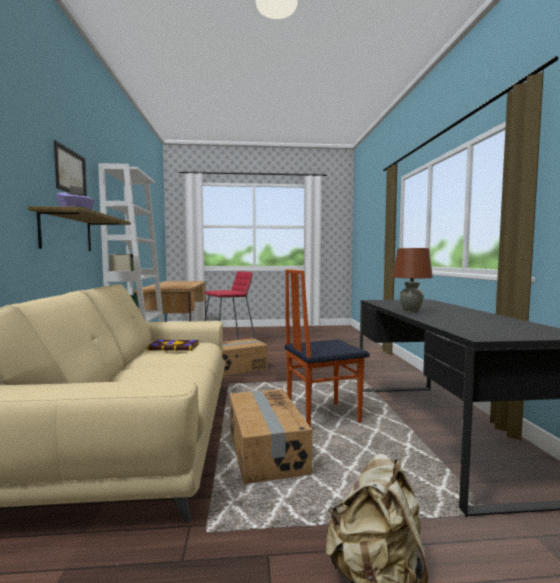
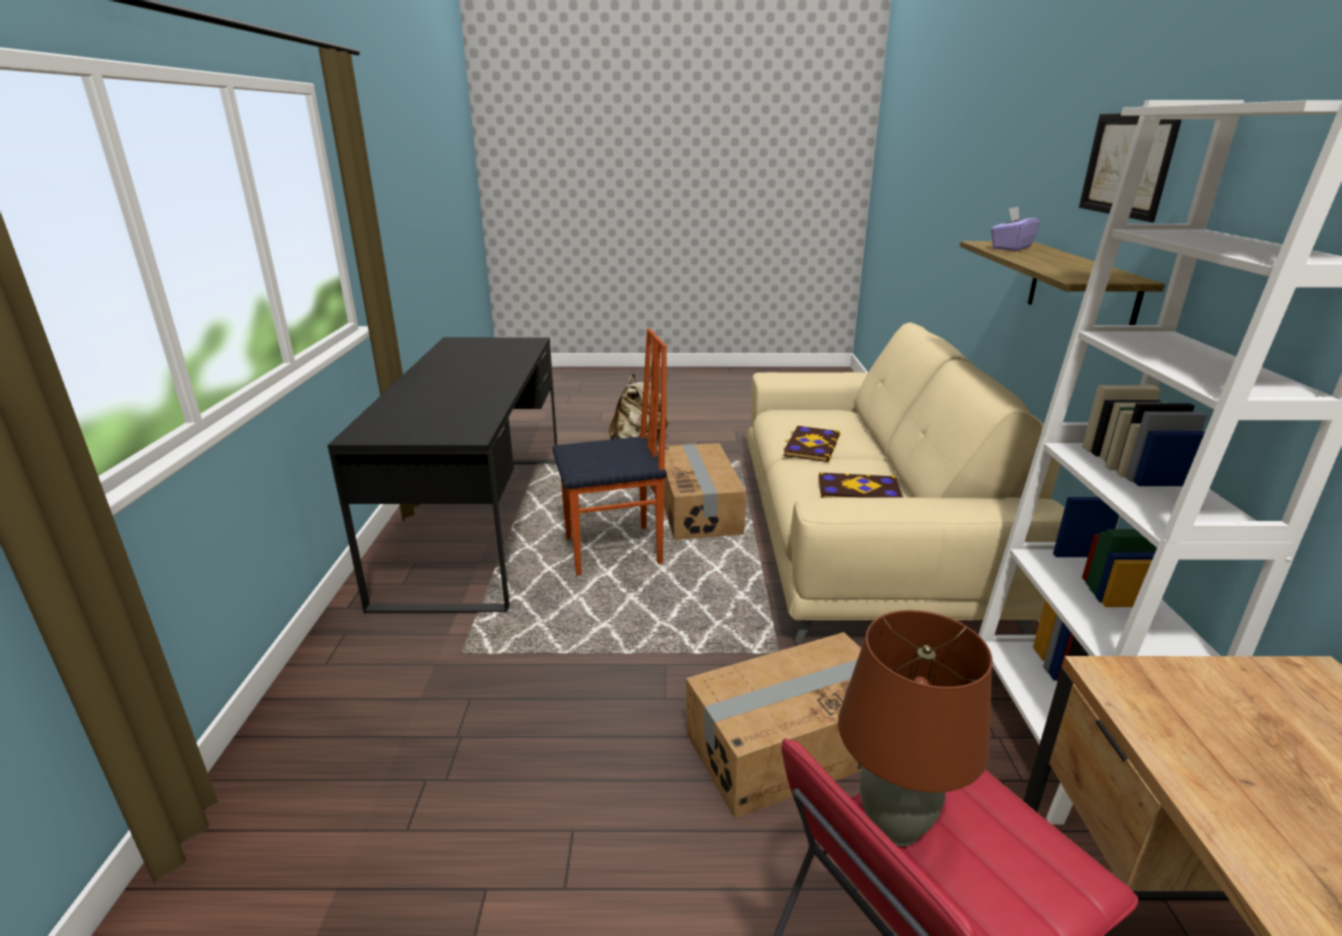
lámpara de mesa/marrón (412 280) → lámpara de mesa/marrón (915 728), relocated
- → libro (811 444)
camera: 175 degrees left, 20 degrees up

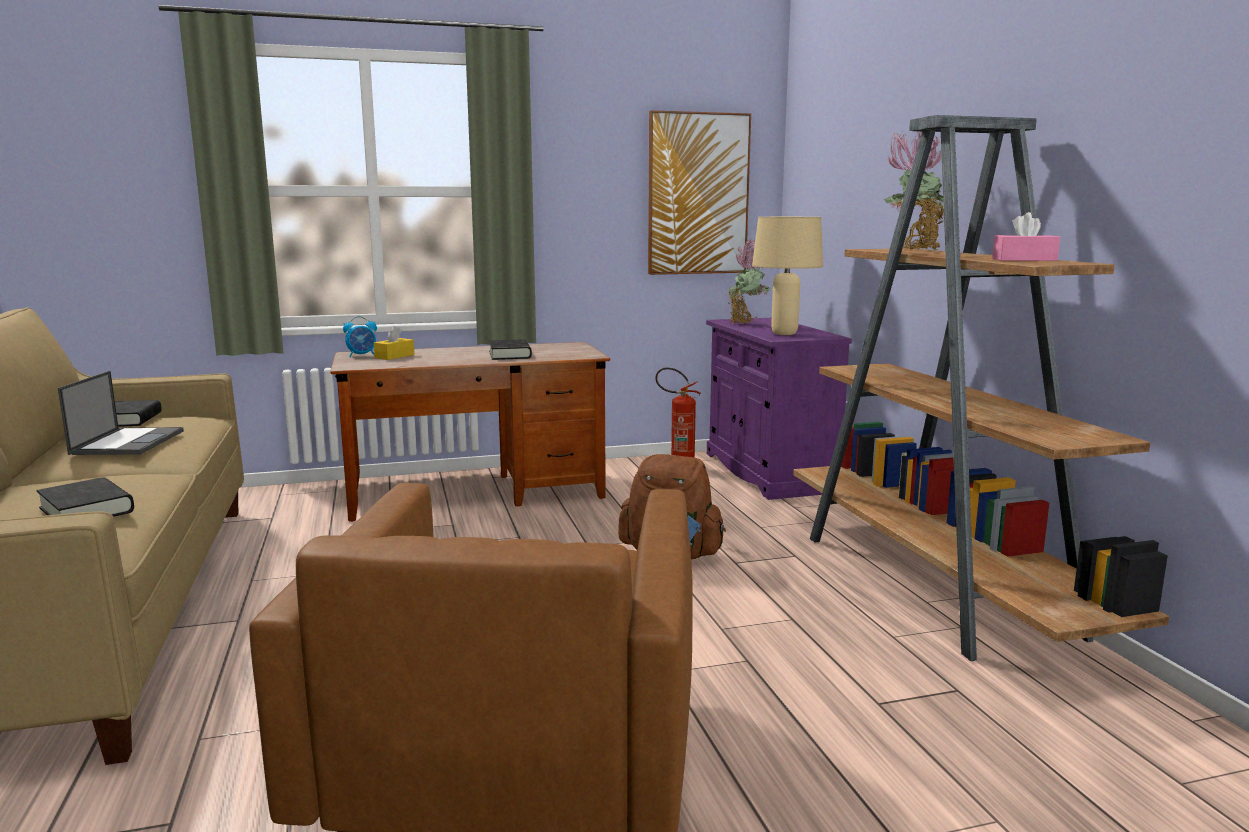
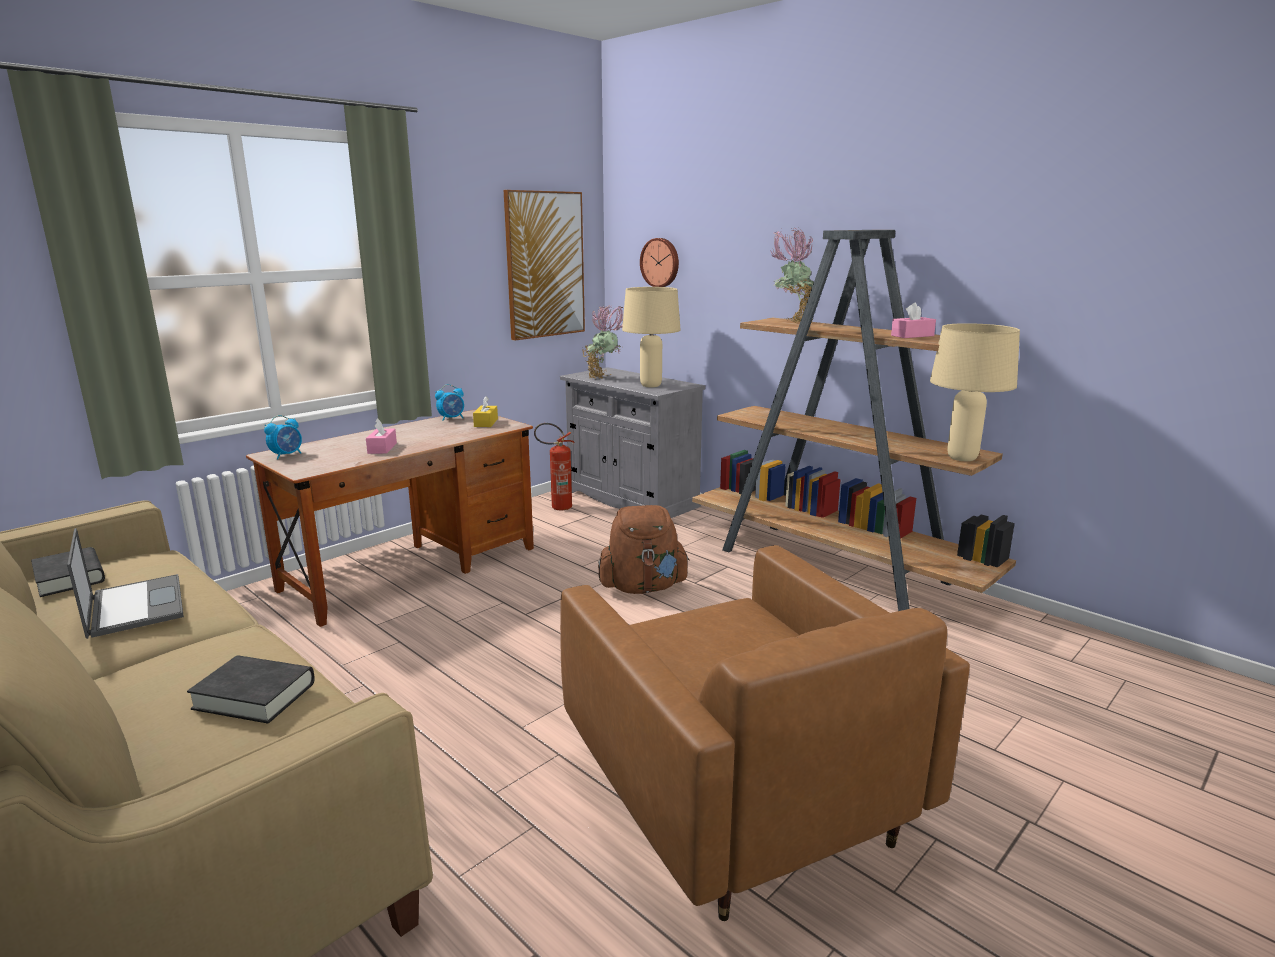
caja de pañuelos/amarillo (394 343) → caja de pañuelos/amarillo (485 411), relocated
libro/negro (510 349) → -
armario/morado (779 409) → armario/gris (632 442)
- → caja de pañuelos/rosa (381 436)
- → despertador (449 402)
- → reloj de pared (659 262)
- → lámpara de mesa/beis (975 392)
camera: 30 degrees left, 5 degrees up

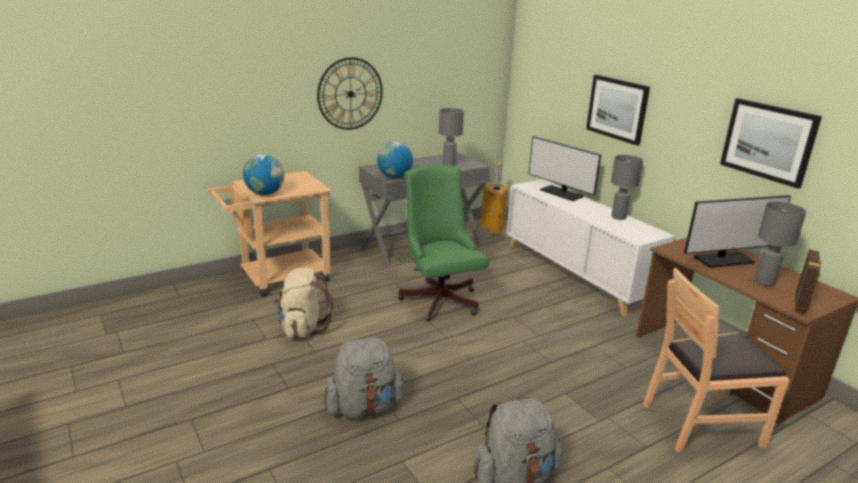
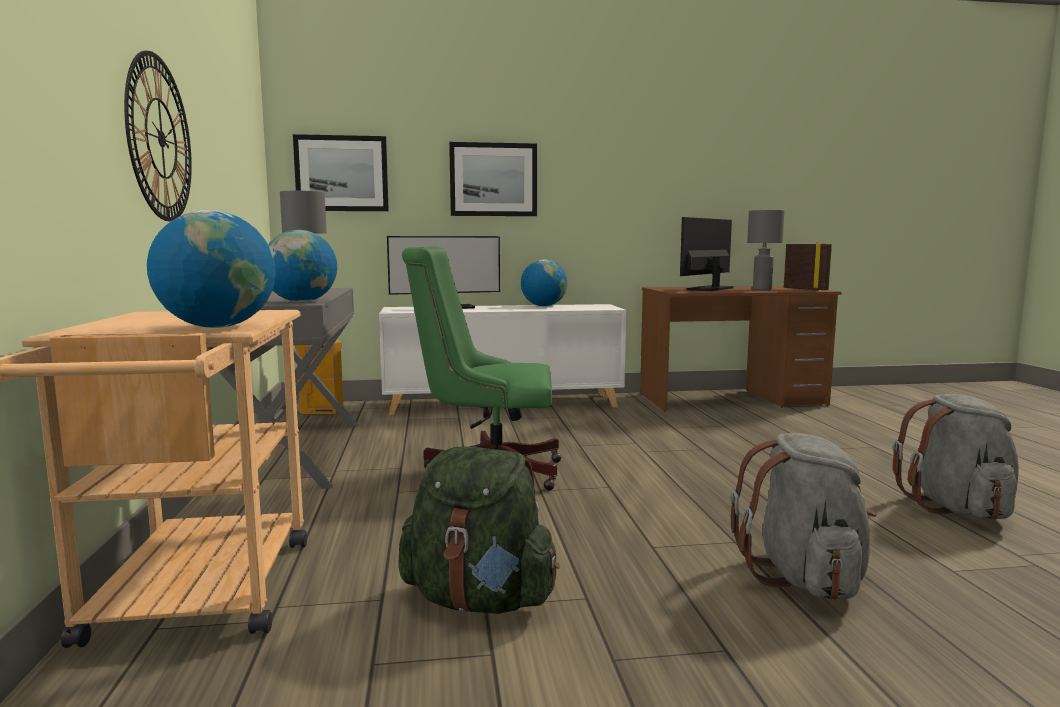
mochila/beis (303 303) → mochila/verde (479 530)
lámpara de mesa/gris (627 187) → globo terráqueo (544 282)
silla/marrón (716 360) → -
monitor (737 231) → monitor (707 254), 150 degrees counterclockwise
cuadro (771 143) → cuadro (341 172), relocated
camera: 65 degrees left, 15 degrees down

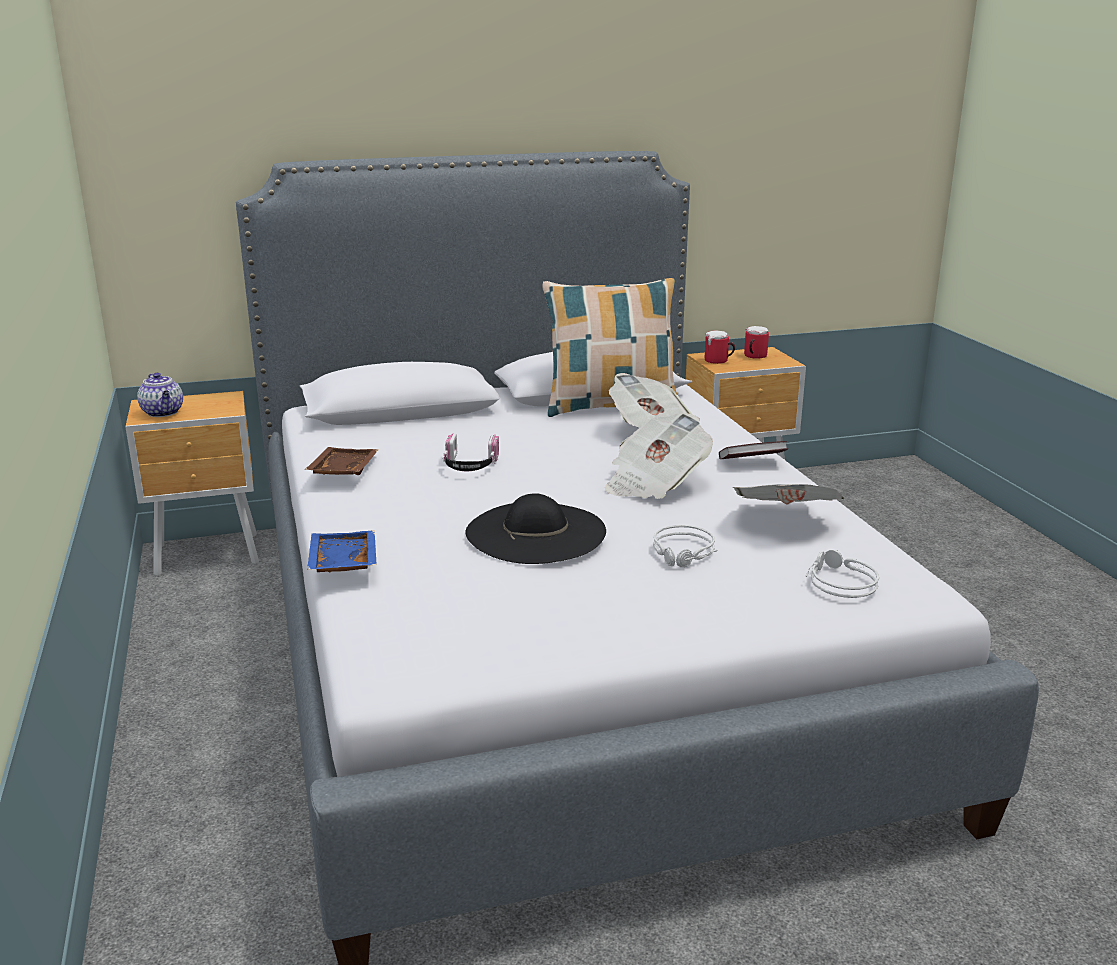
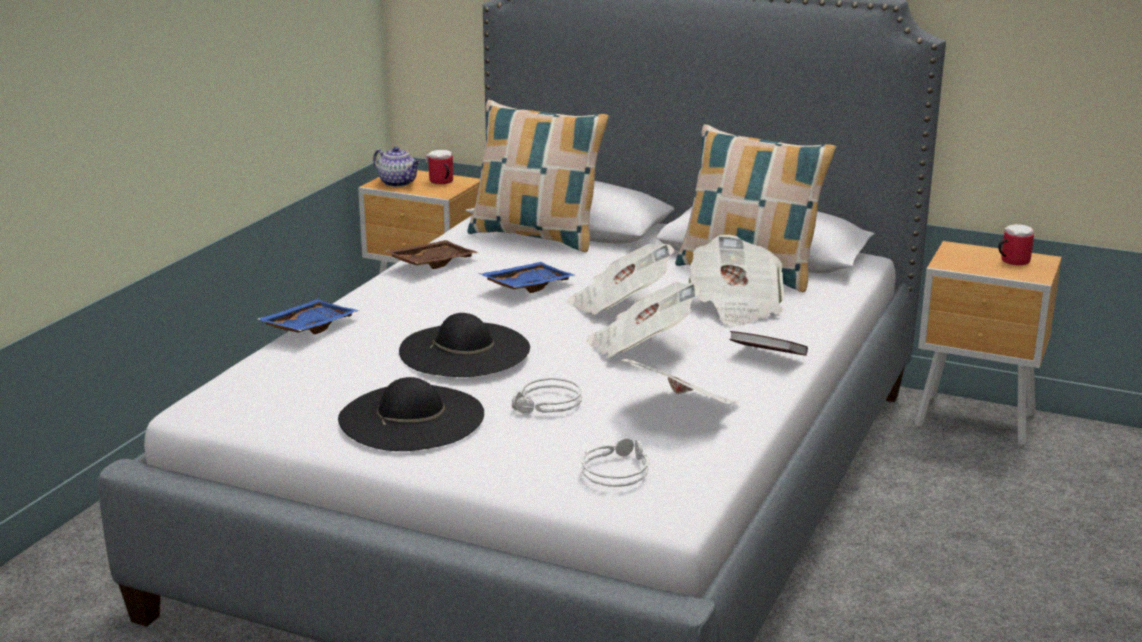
tetera (160 395) → tetera (396 167), 60 degrees counterclockwise
auriculares (471 452) → bandeja/azul (528 277)
taza grande (720 347) → taza grande (439 167), relocated
- → sombrero/negro (411 414)
- → cojín (538 176)
- → periódico (621 279)
camera: 40 degrees right, 0 degrees up

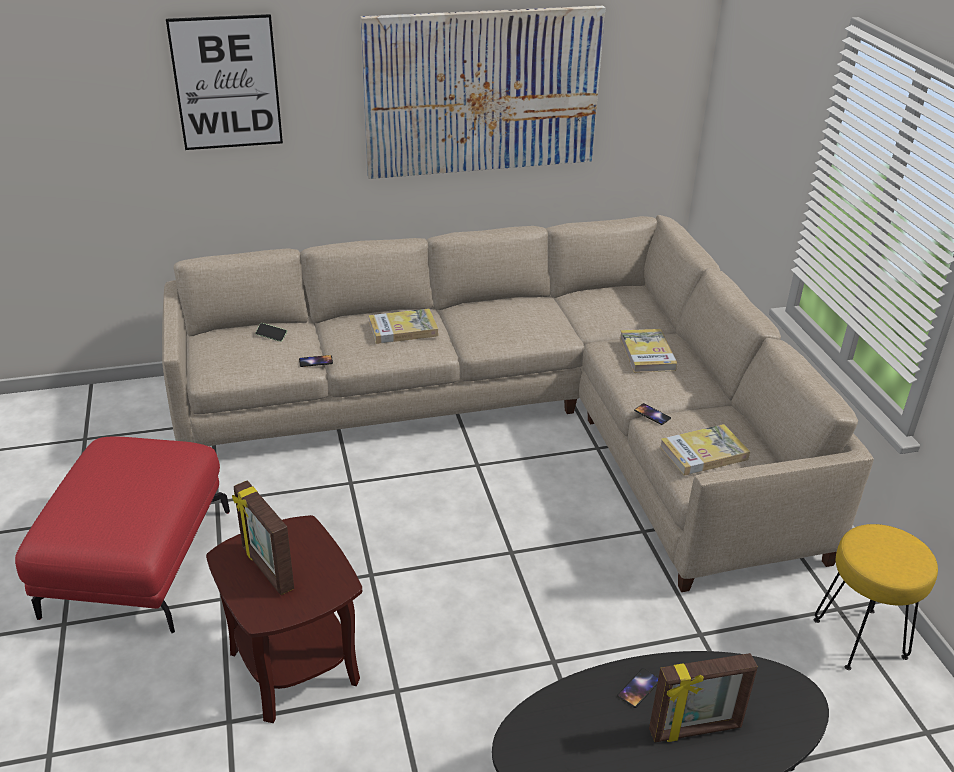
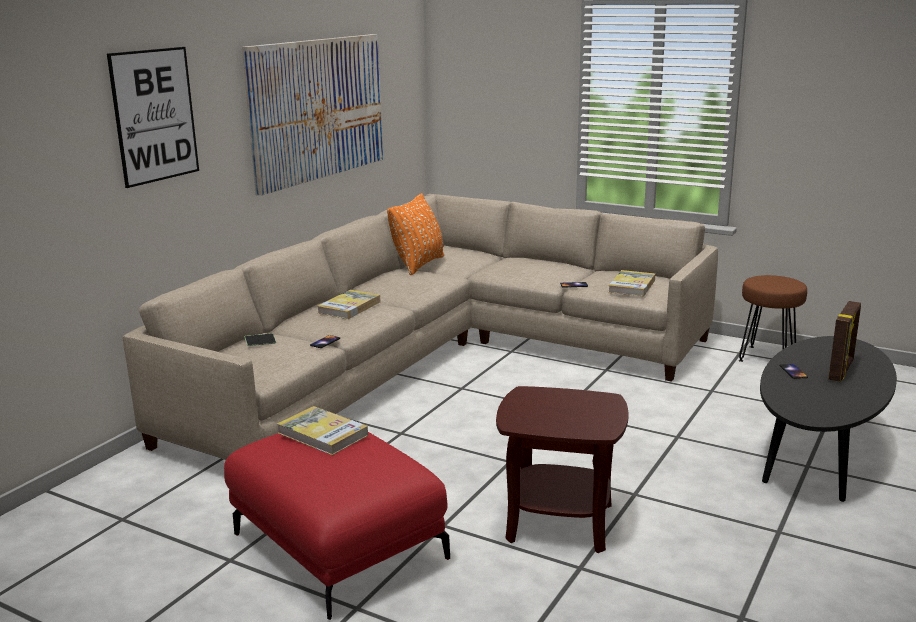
portarretratos (263 537) → -
libro (648 351) → libro (322 430), relocated
taburete/amarillo (876 597) → taburete/marrón (773 318)
- → cojín/naranja (415 234)
camera: 45 degrees left, 15 degrees down

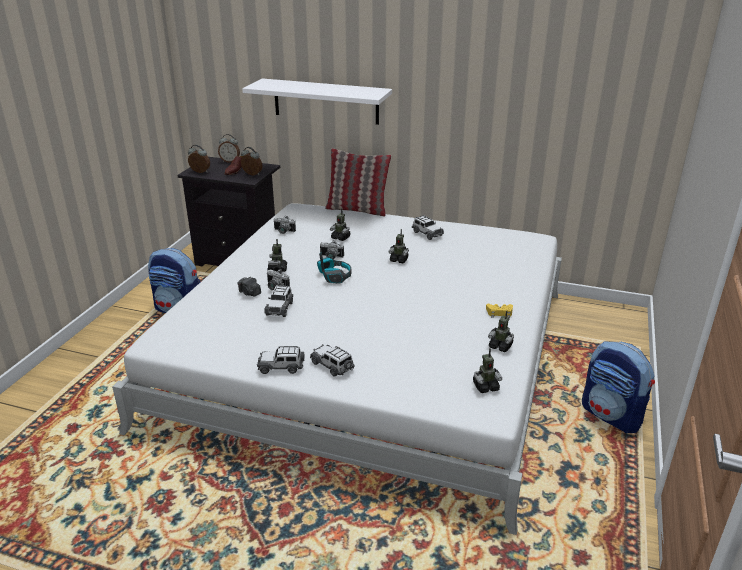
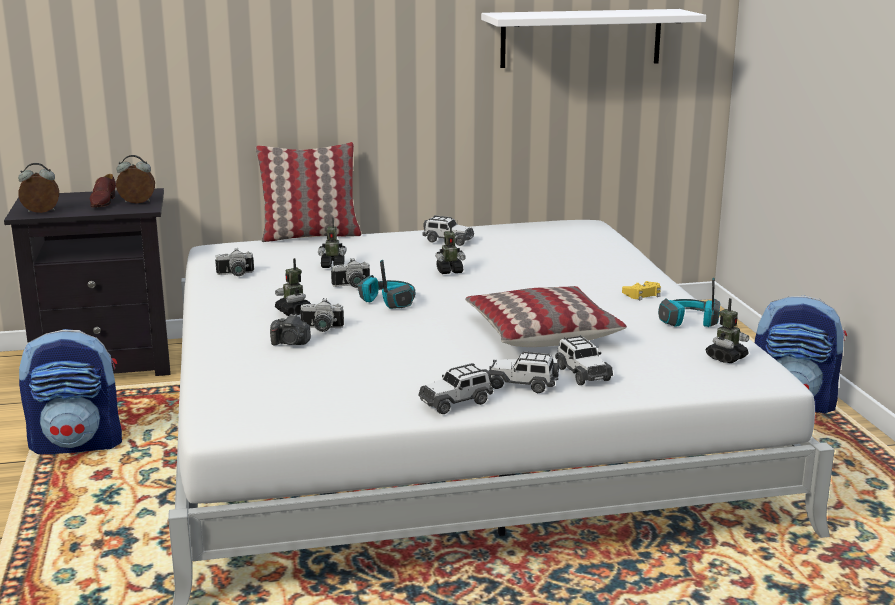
despertador (229 148) → -
estante/blanco (317 101) → estante/blanco (593 38), relocated
coche de juguete (278 301) → coche de juguete (584 360), relocated
robot de juguete (501 331) → auriculares (689 302)
- → cojín (546 316)
camera: 30 degrees left, 10 degrees down

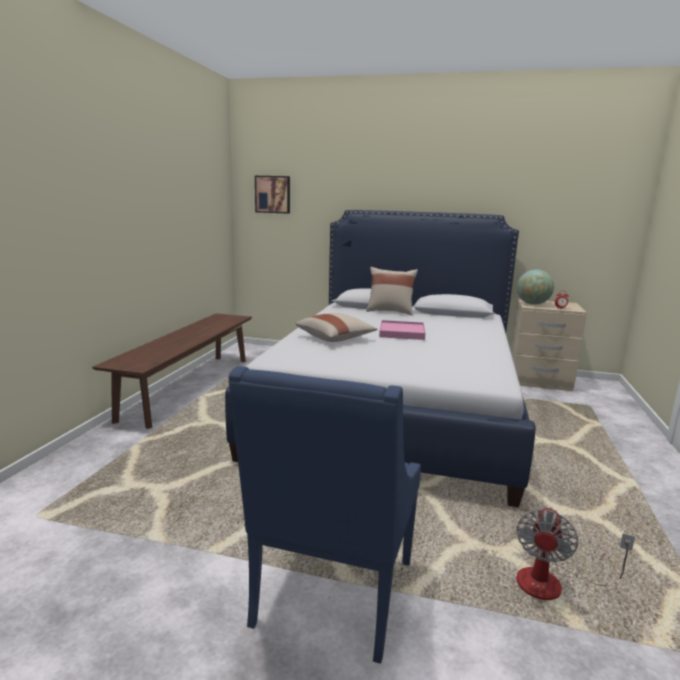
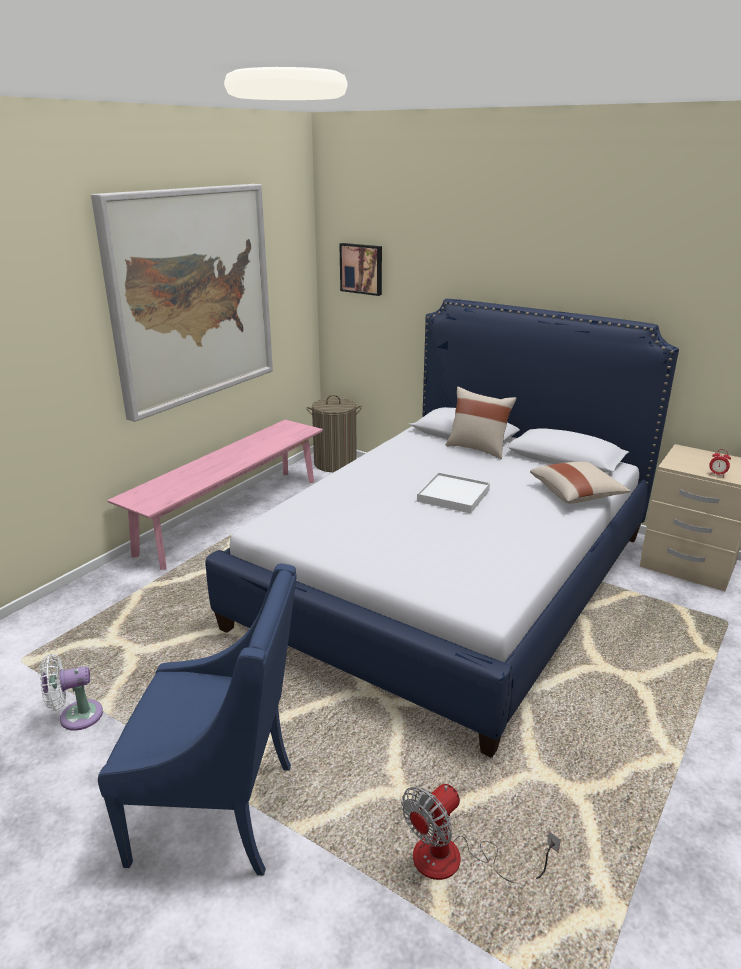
banco/marrón (172 371) → banco/rosa (215 495)
sillón/azul (325 515) → sillón/azul (197 720), 120 degrees counterclockwise
cojín/beis (336 327) → cojín/beis (580 482), relocated
bandeja/rosa (402 330) → bandeja/blanco (453 493)
globo terráqueo (535 287) → -
- → ventilador/blanco (71 692)
- → cuadro (182 303)
- → cesto de la ropa (334 433)
camera: 20 degrees right, 10 degrees up

